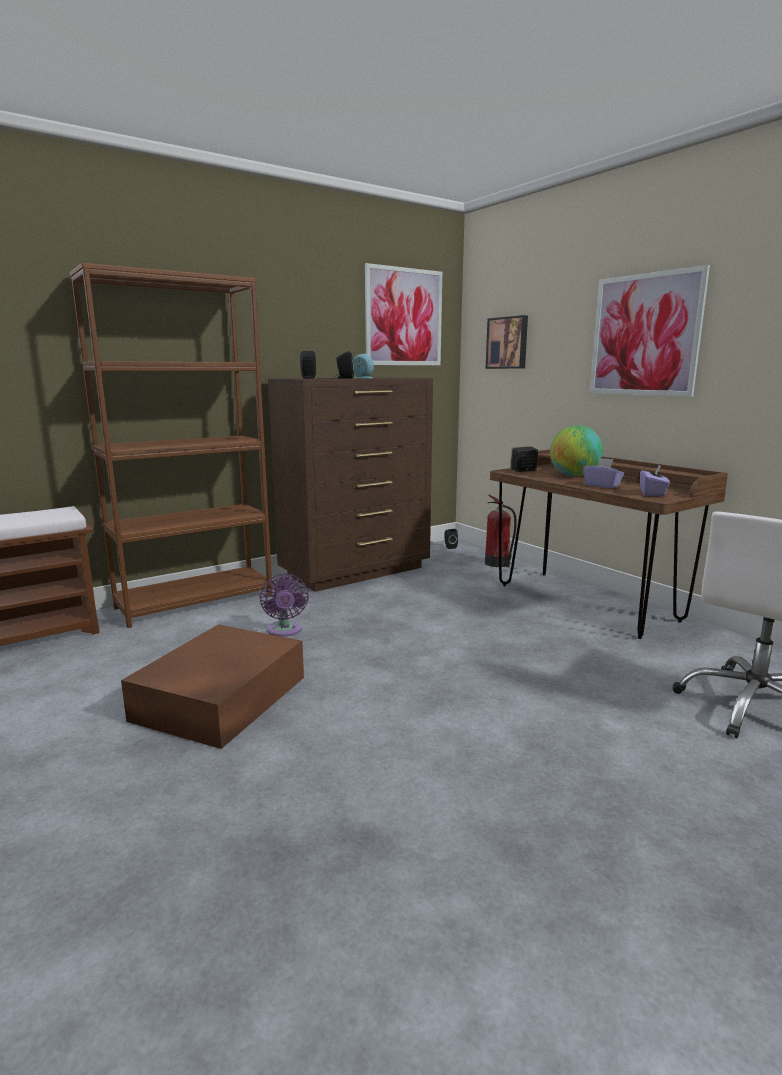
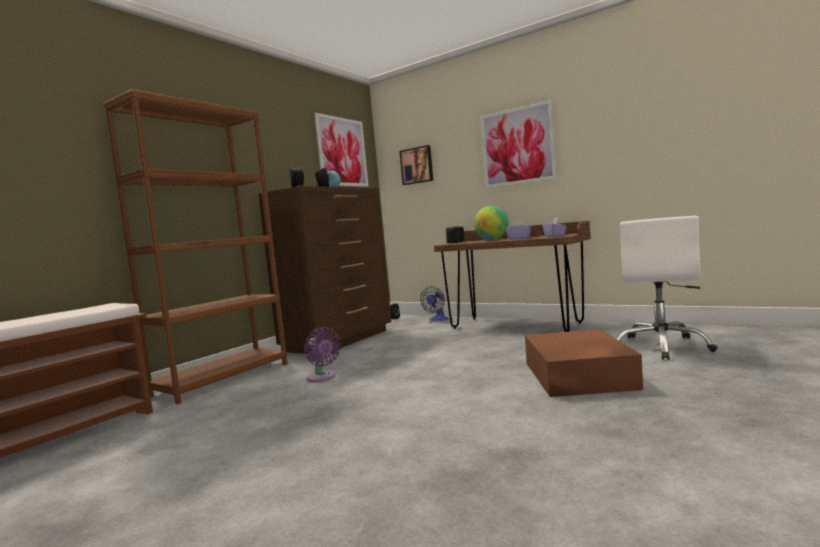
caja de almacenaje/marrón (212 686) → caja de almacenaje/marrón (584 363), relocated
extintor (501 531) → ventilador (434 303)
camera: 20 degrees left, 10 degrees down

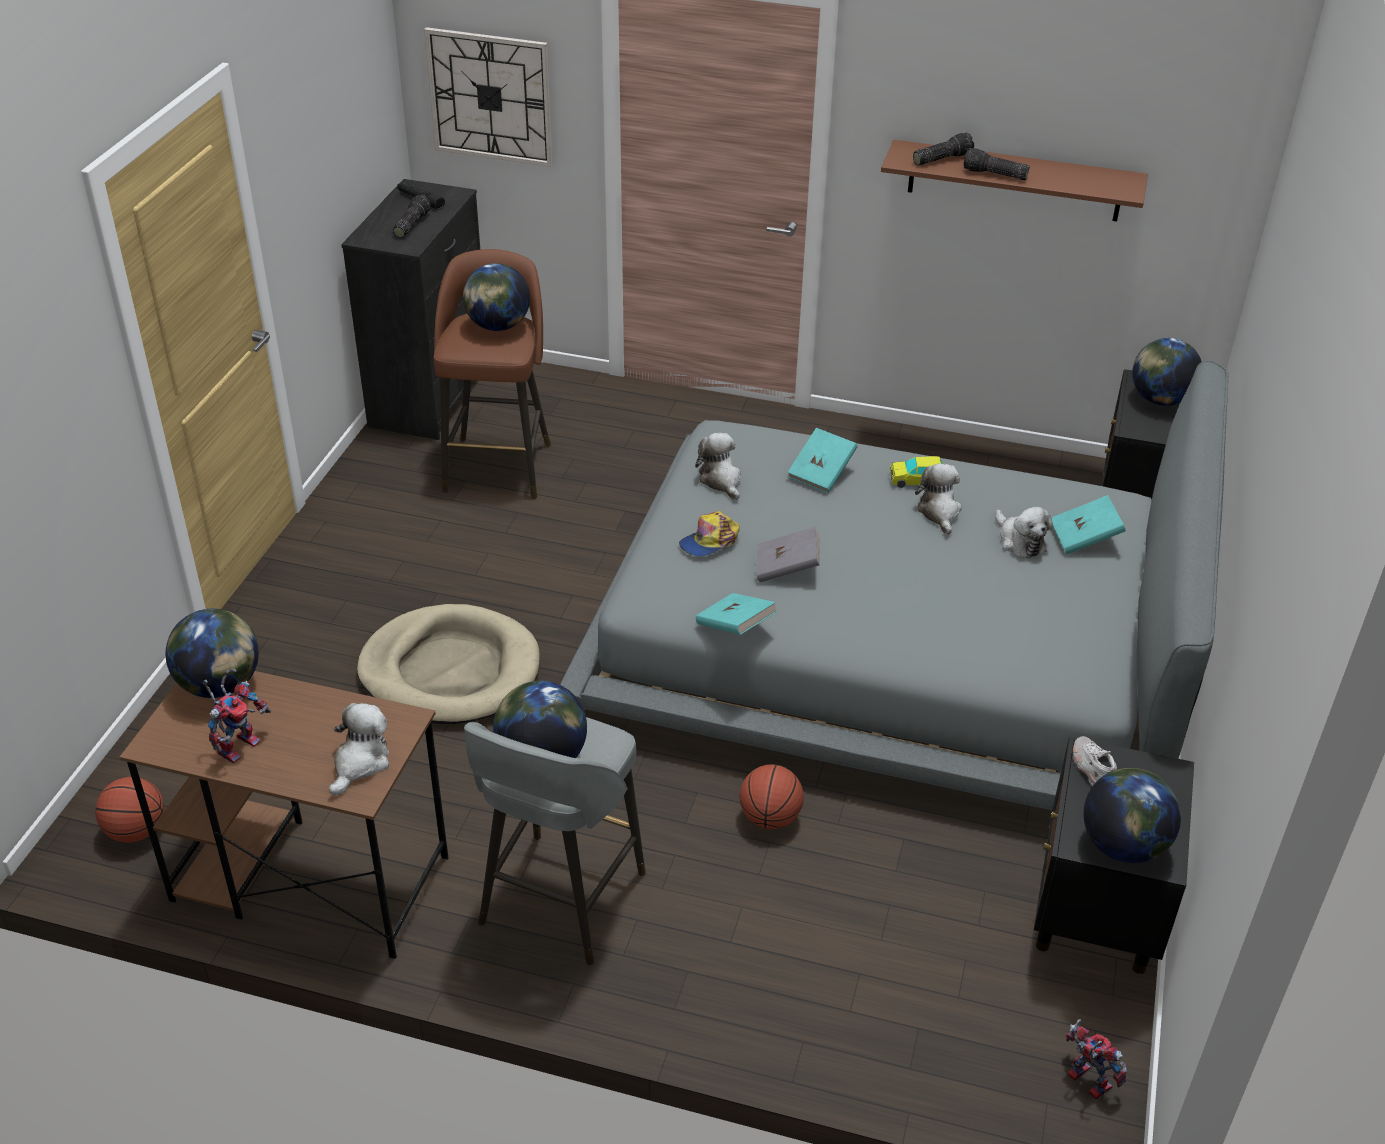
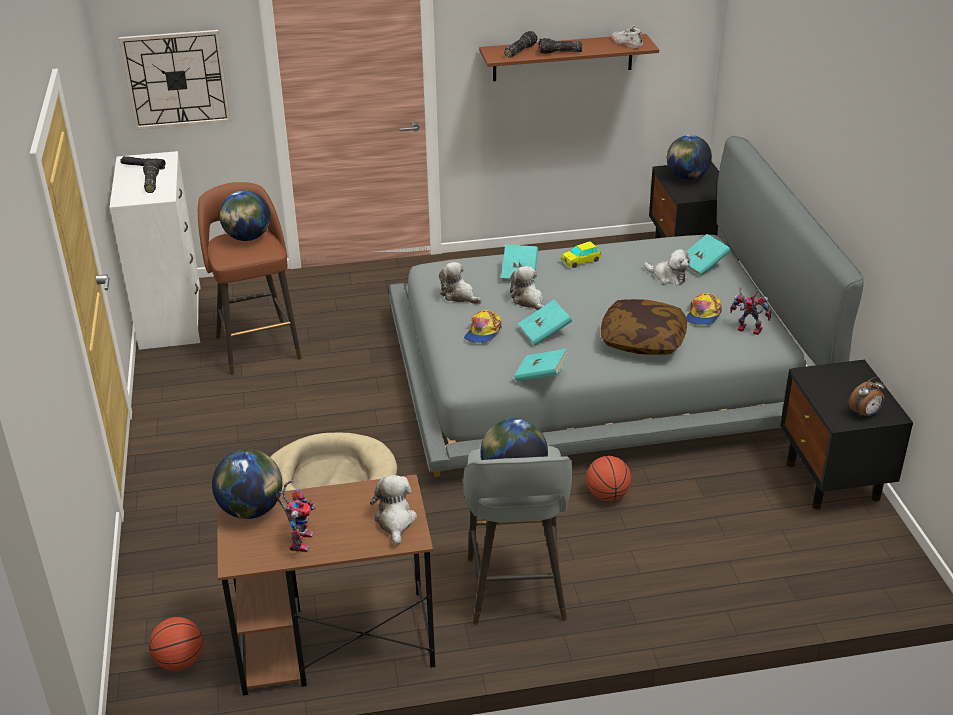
cómoda/negro (410 309) → cómoda/blanco (155 250)
libro/gris (788 554) → libro/turquesa (545 323)
peluche (938 499) → peluche (527 288), relocated
robot de juguete (1096 1059) → robot de juguete (750 311), relocated
zapato/blanco (1095 761) → zapato/blanco (627 36), relocated
globo terráqueo (1132 815) → despertador (867 397)
- → cojín (644 327)
- → gorra (704 309)
camera: 25 degrees left, 5 degrees down

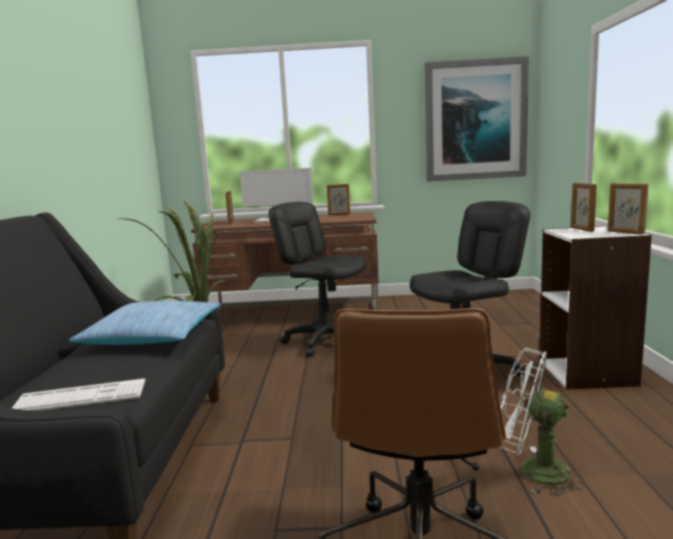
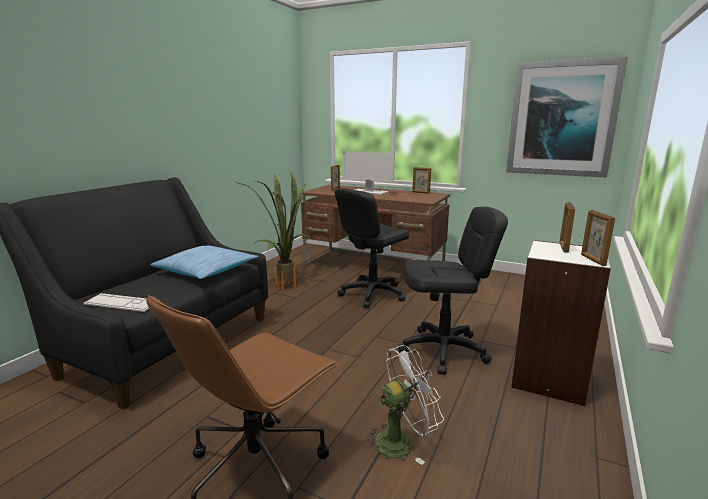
silla de oficina/negro (317 279) → silla de oficina/negro (372 248), 105 degrees counterclockwise
ventilador/blanco (543 422) → ventilador/blanco (403 405), 105 degrees clockwise
camera: 25 degrees right, 5 degrees up

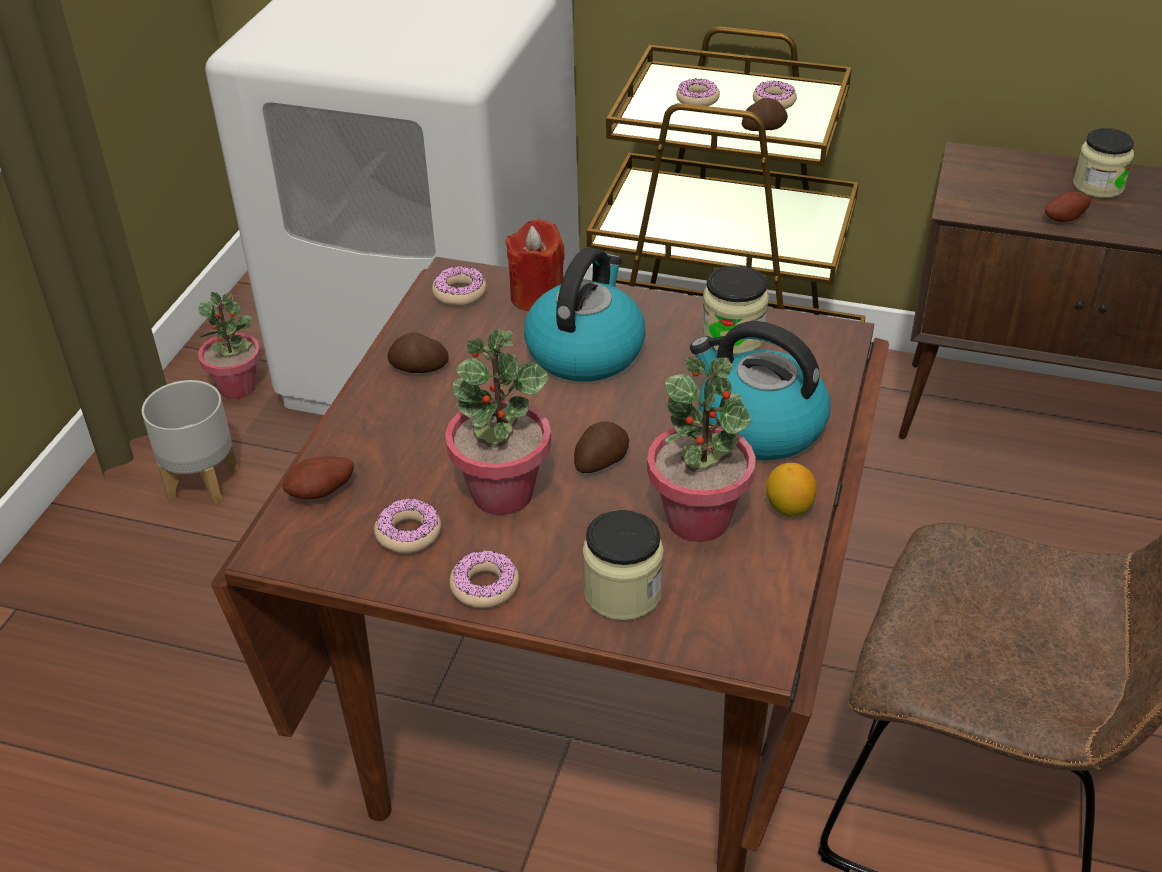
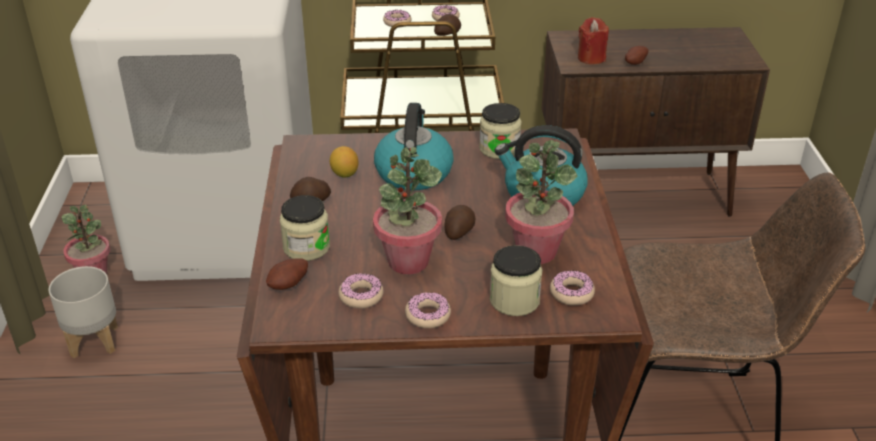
rosquilla (459 286) → rosquilla (572 288), relocated
vela/rojo (535 265) → vela/rojo (593 40), relocated
limón (791 489) → limón (344 162), relocated
tarro (1103 163) → tarro (305 228), relocated
camera: 20 degrees left, 5 degrees down

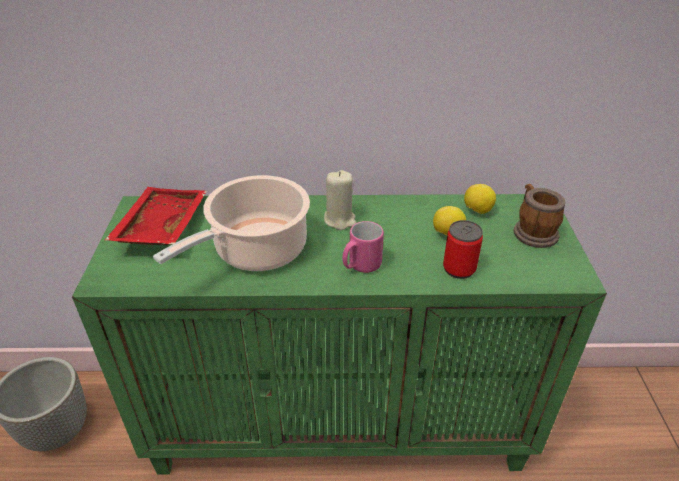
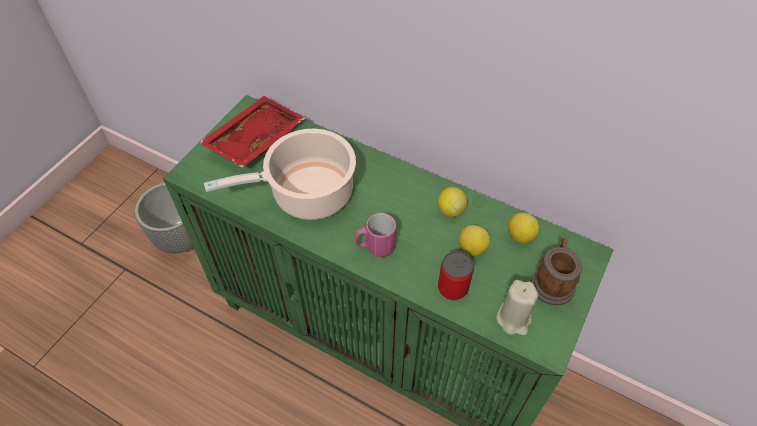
vela/beis (340 200) → vela/beis (517 307), relocated
- → limón (452 202)
camera: 30 degrees right, 15 degrees up

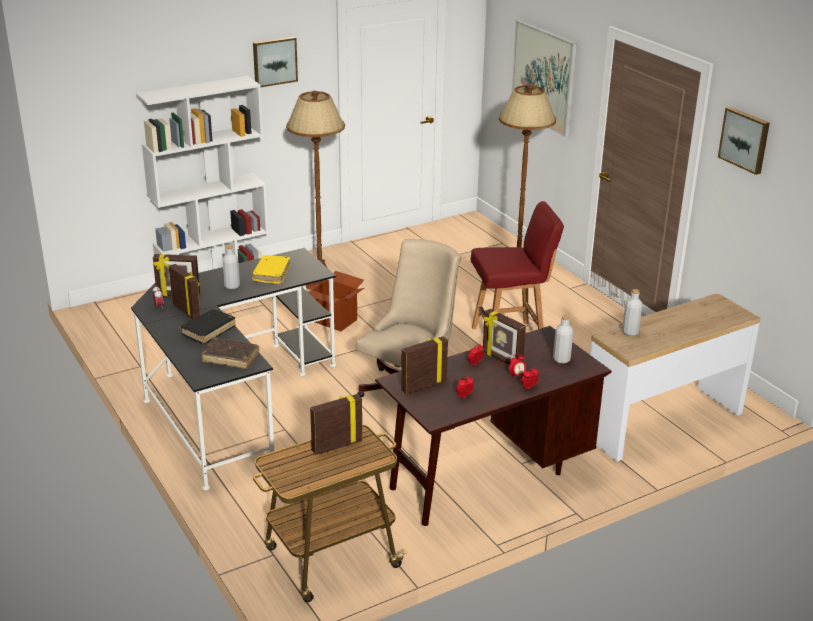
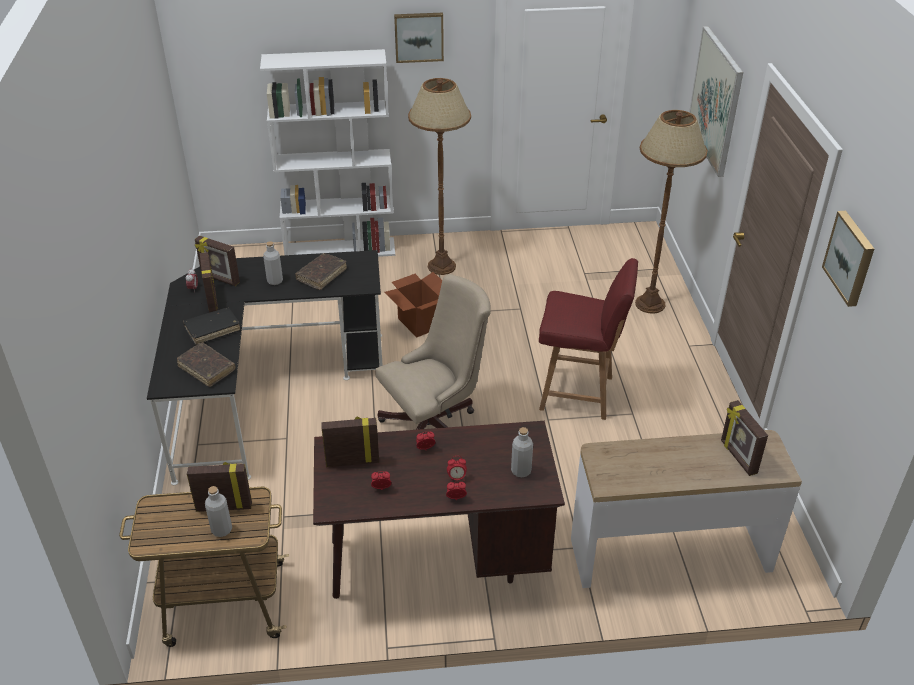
libro/amarillo (271 269) → libro/marrón (321 271)
portarretratos (504 337) → portarretratos (744 438), relocated
botella/gris (632 312) → botella/gris (218 511), relocated
camera: 25 degrees right, 10 degrees up

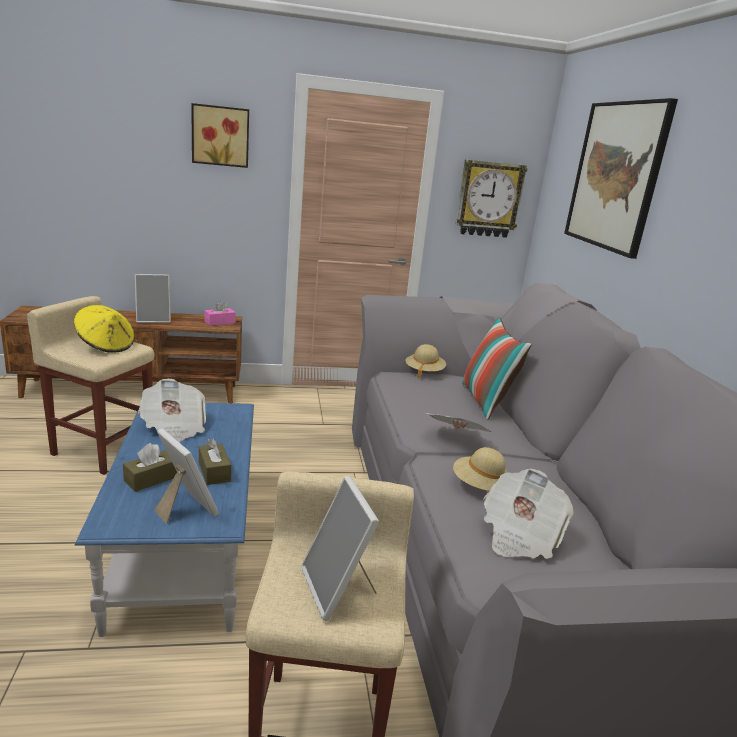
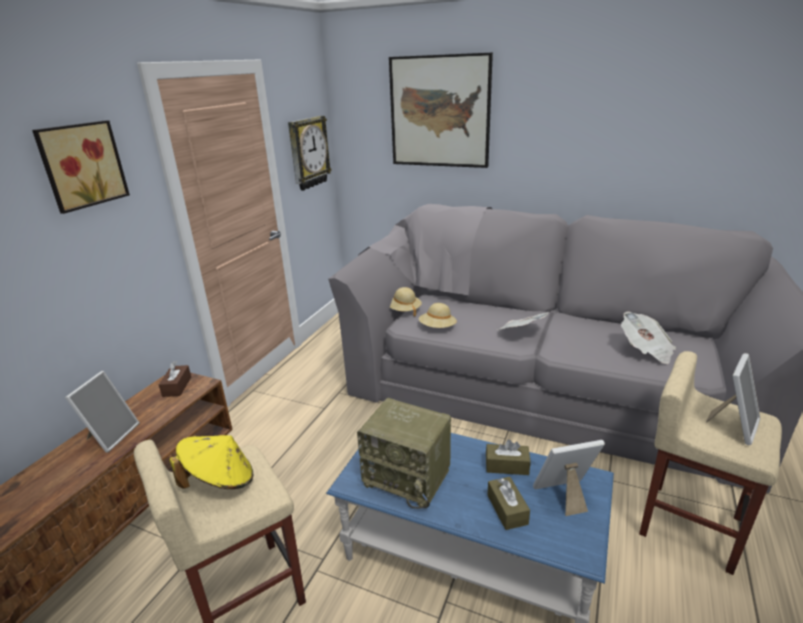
periódico (172 410) → radio (404 453)
caja de pañuelos/rosa (220 313) → caja de pañuelos/marrón (175 379)
portarretratos (340 548) → portarretratos (733 399), 60 degrees counterclockwise
sombrero/beis (481 469) → sombrero/beis (438 315), relocated
cojín (497 368) → -
camera: 55 degrees left, 5 degrees up

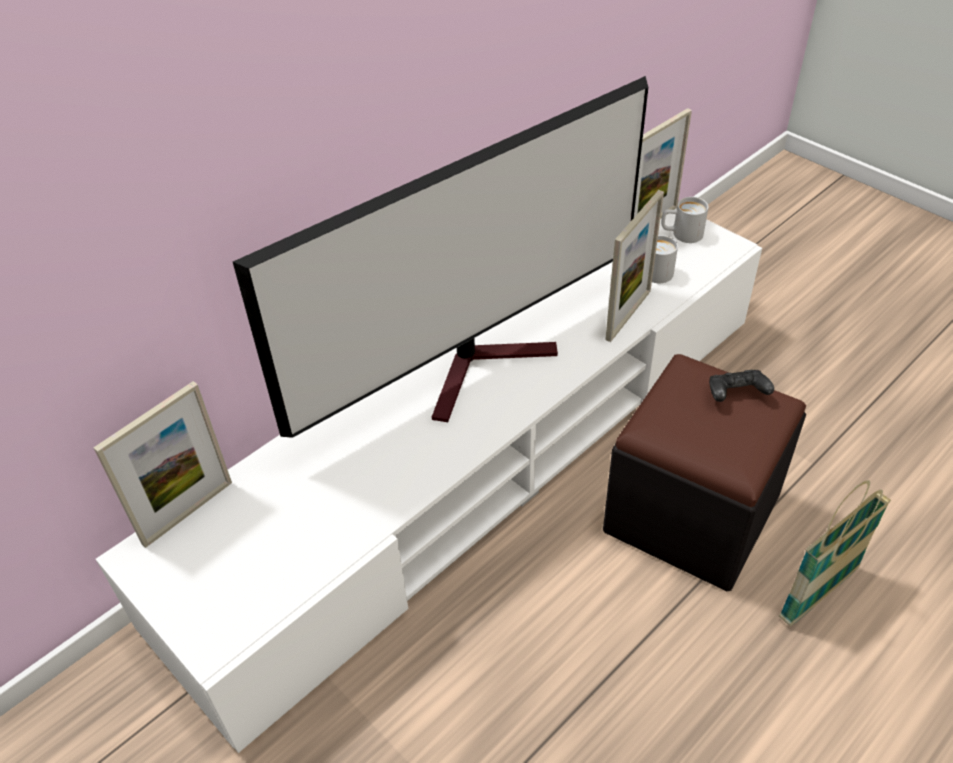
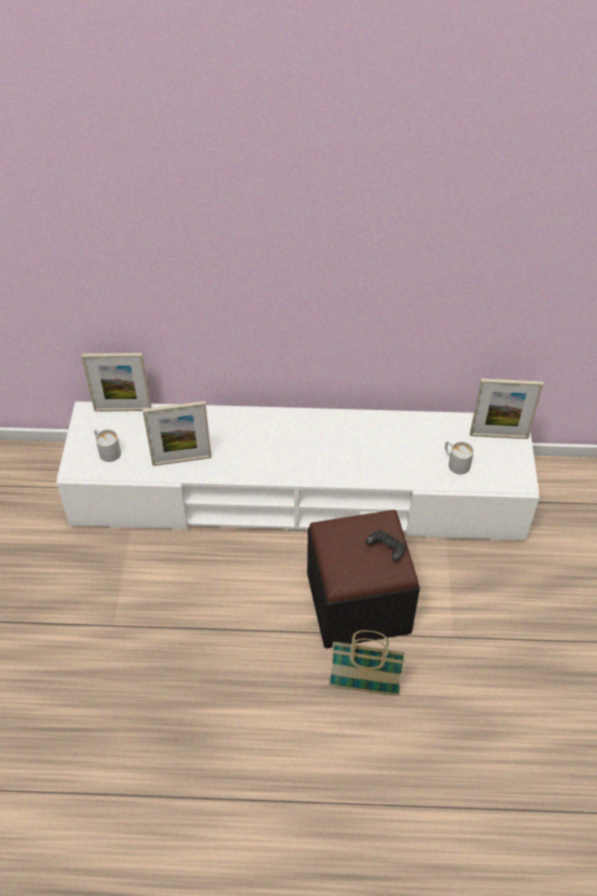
televisor (440 257) → -
portarretratos (634 266) → portarretratos (177 433), relocated
taza grande/blanco (685 220) → taza grande/blanco (107 445), relocated
camera: 45 degrees right, 5 degrees up

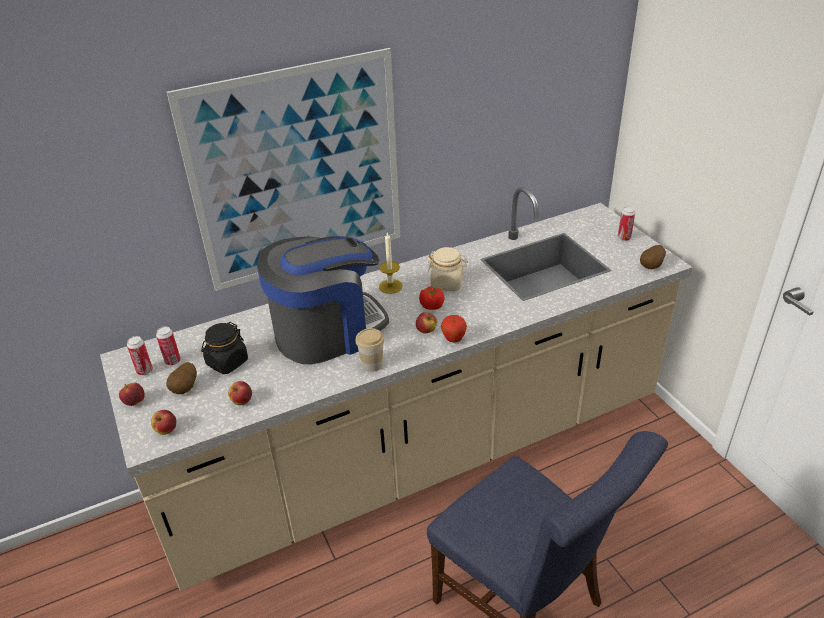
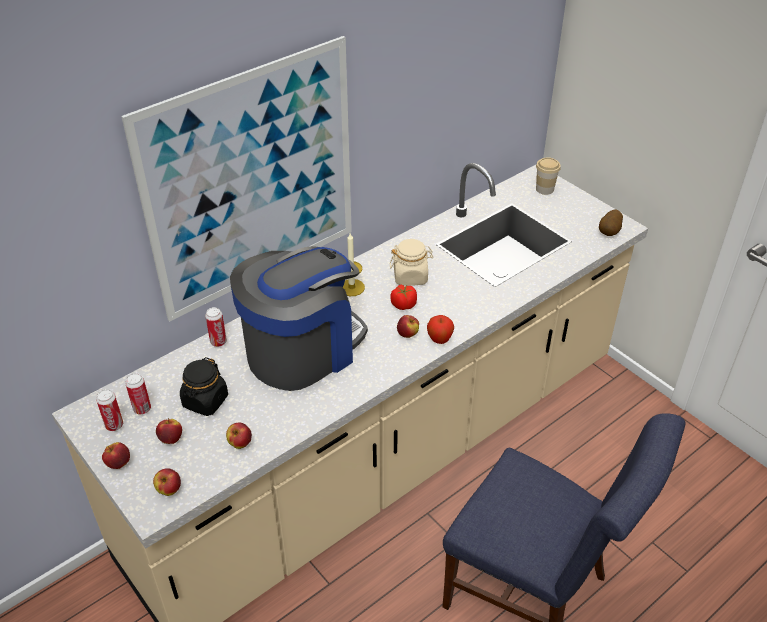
patata (181 378) → manzana (169 431)
taza (370 350) → taza (548 176), relocated
lata (626 224) → lata (216 327), relocated
camera: 15 degrees left, 5 degrees up

